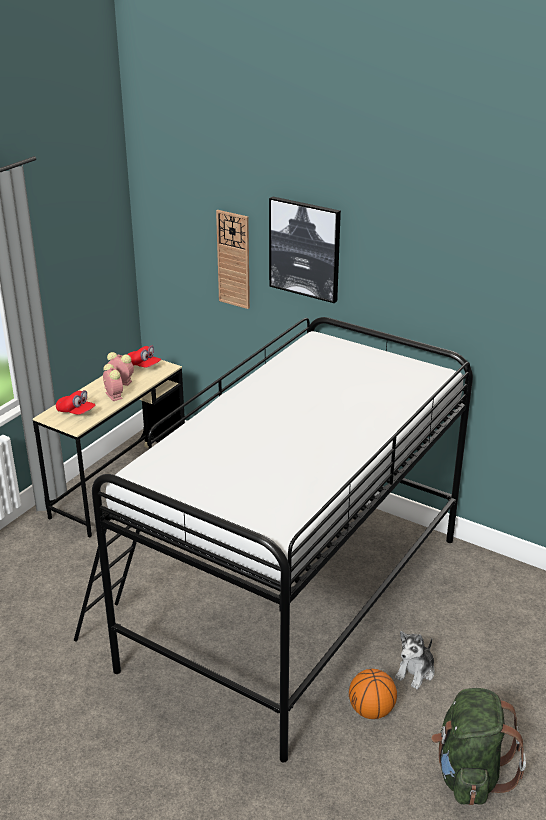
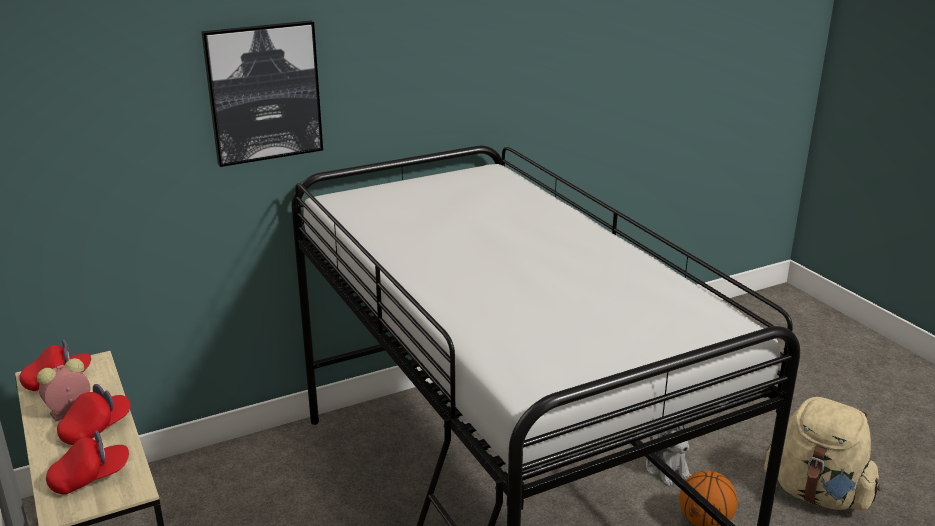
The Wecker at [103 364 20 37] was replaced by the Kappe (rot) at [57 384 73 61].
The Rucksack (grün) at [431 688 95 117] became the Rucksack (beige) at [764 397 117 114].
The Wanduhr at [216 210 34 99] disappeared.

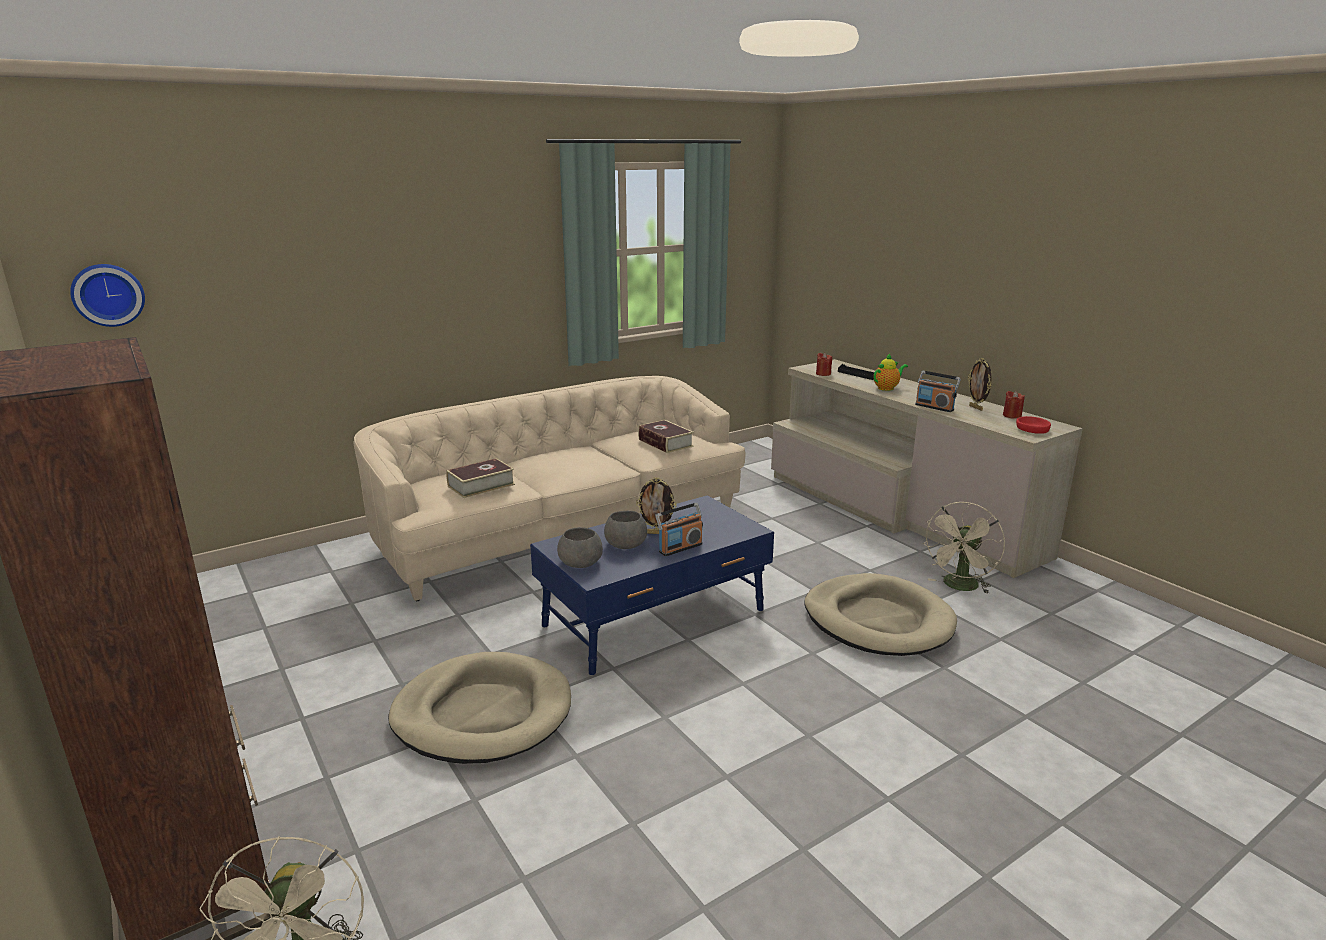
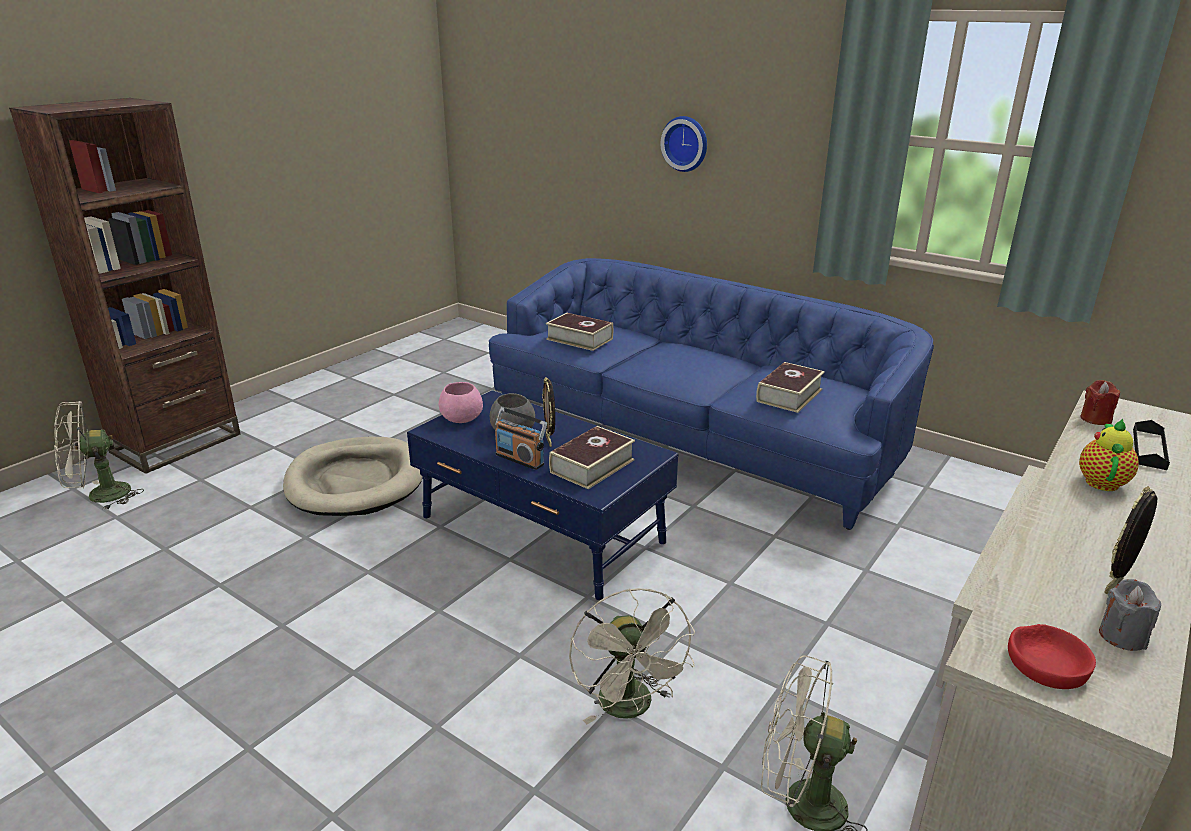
The Schüssel (grau) at [557 527 46 41] became the Schüssel (rosa) at [439 382 44 41].
The Sofa (beige) at [353 376 393 225] became the Sofa (blau) at [489 258 445 272].
The Buch at [549 426 86 63] appeared.
The Hundebett (beige) at [805 573 152 83] was replaced by the Ventilator (beige) at [569 588 126 136].
The Wanduhr moved from [70 264 75 63] to [661 116 46 56].
The Teekanne at [874 354 34 37] turned 105 degrees counterclockwise.
The Kerze (rot) at [1003 391 22 28] became the Kerze (grau) at [1099 579 62 72].
The Radio at [915 371 46 41] disappeared.

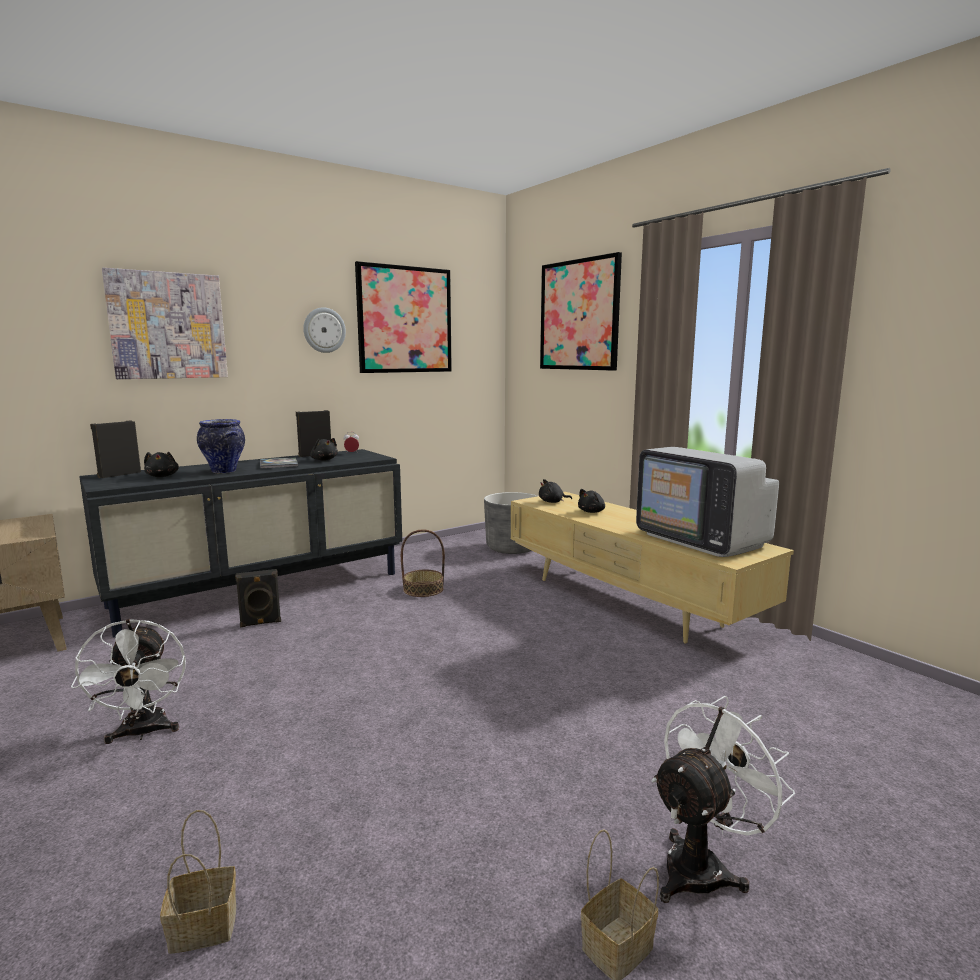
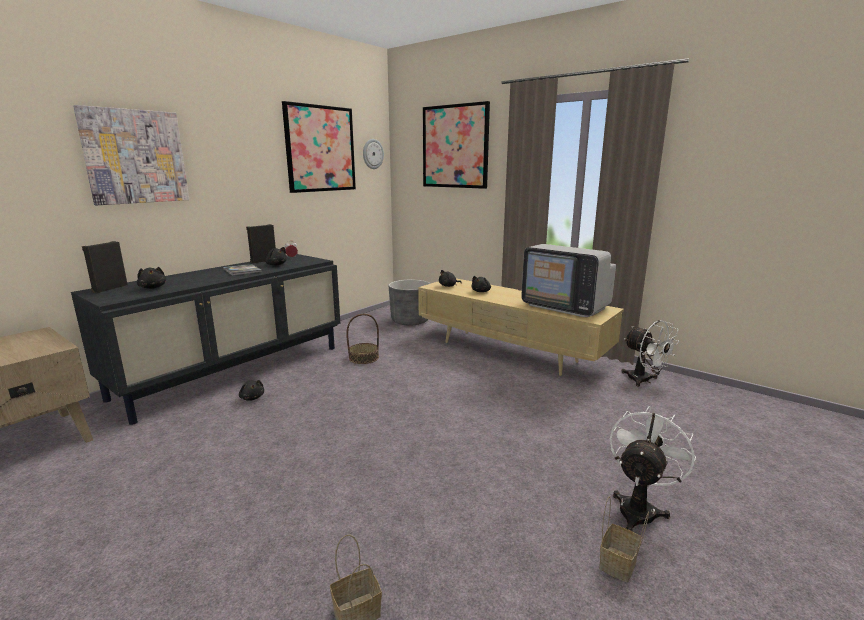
The Lautsprecher (schwarz) at [235 569 46 58] was replaced by the Plüschtier (schwarz) at [239 380 25 21].
The Wanduhr moved from [303 307 43 46] to [363 139 21 30].
The Ventilator (weiß) moved from [71 619 115 125] to [621 320 58 67].
The Vase at [197 419 48 54] disappeared.

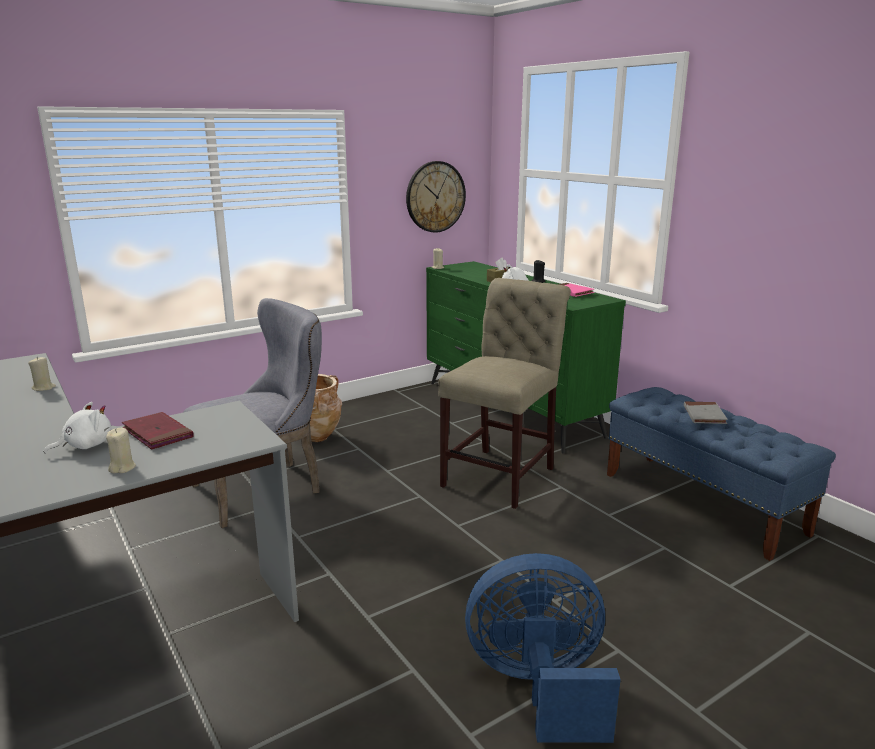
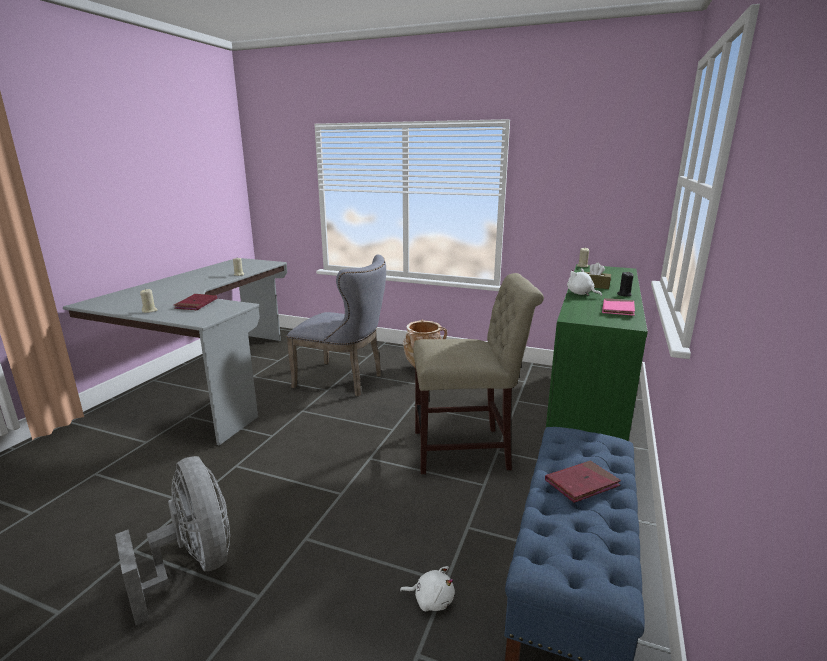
The Ventilator (blau) at [465 553 156 190] became the Ventilator (grau) at [115 456 115 169].
The Plüschtier (weiß) moved from [43 402 68 52] to [400 566 55 46].
The Buch (grau) at [684 402 44 22] became the Buch (rot) at [545 461 76 42].
The Wanduhr at [406 161 60 71] disappeared.

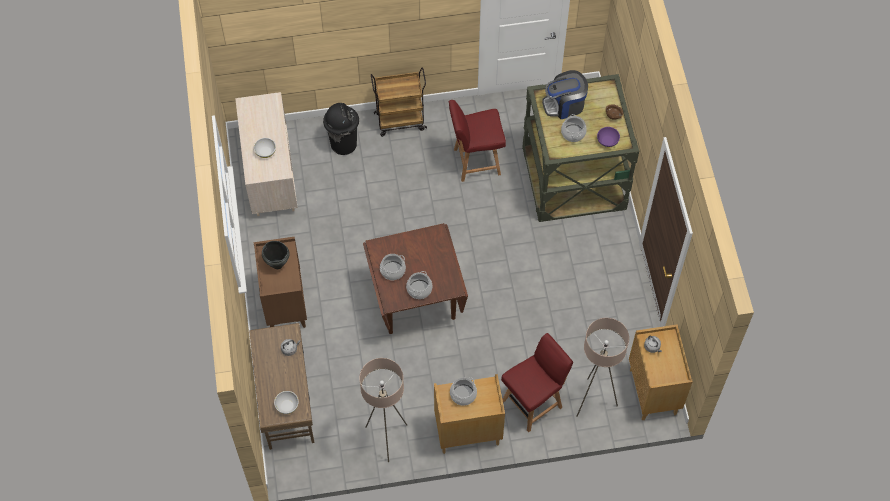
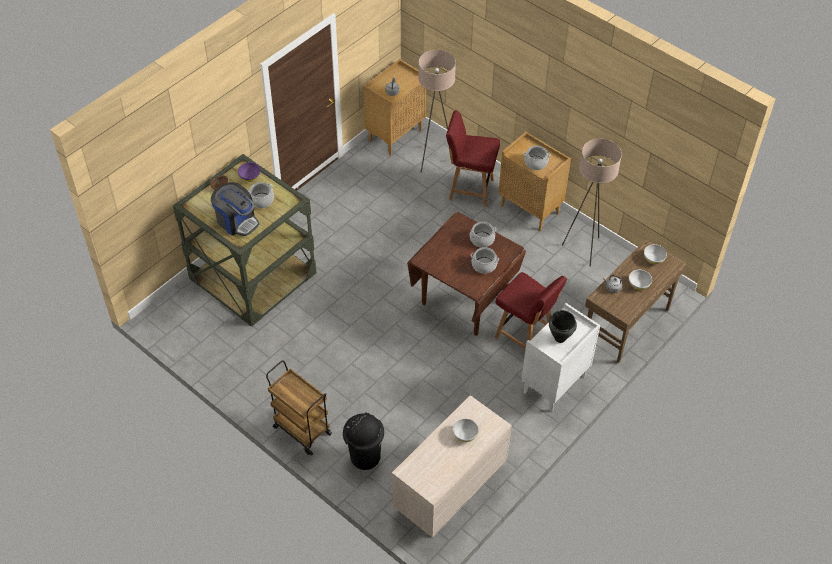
The Stuhl (rot) moved from [449 100 57 82] to [494 272 73 77].
The Schrank (braun) at [253 237 54 91] became the Schrank (weiß) at [521 303 79 109].
The Schüssel (weiß) at [629 270 23 20] appeared.

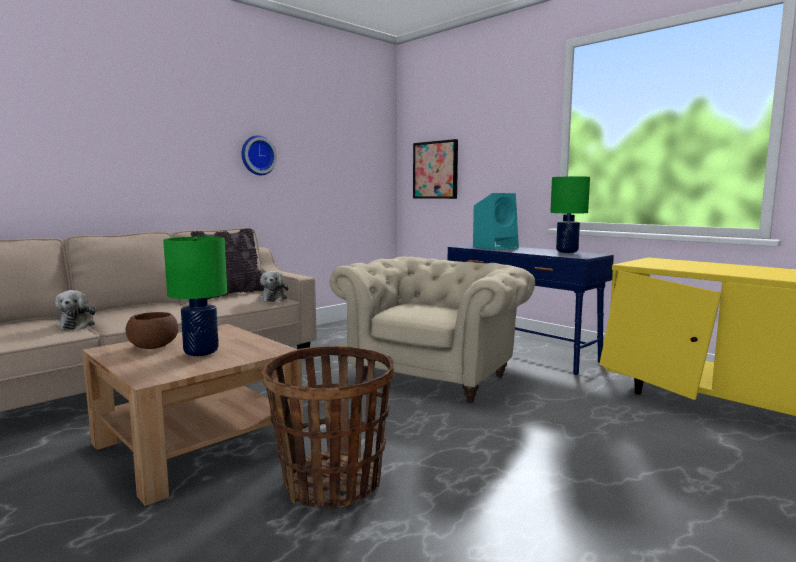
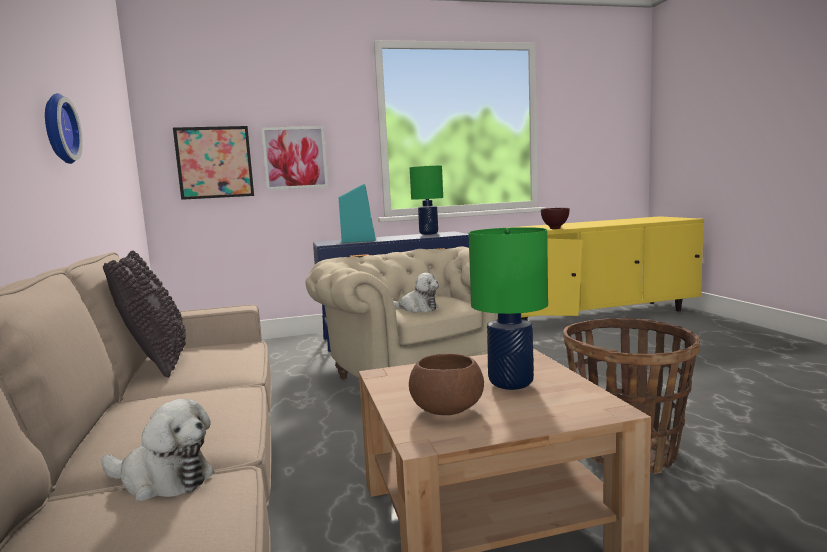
The Bild at [261 126 67 64] appeared.
The Plüschtier moved from [259 271 30 31] to [393 273 46 40].
The Schüssel (braun) at [541 208 28 21] appeared.

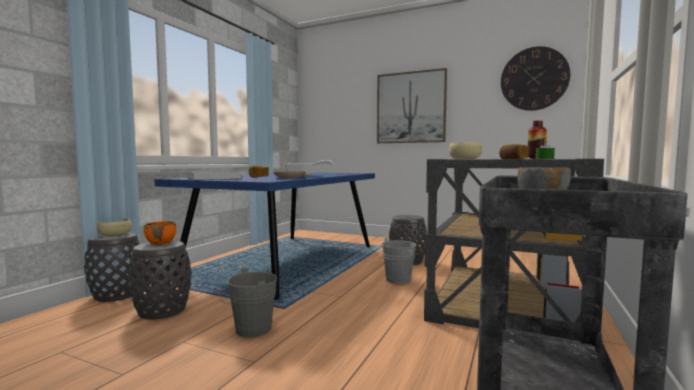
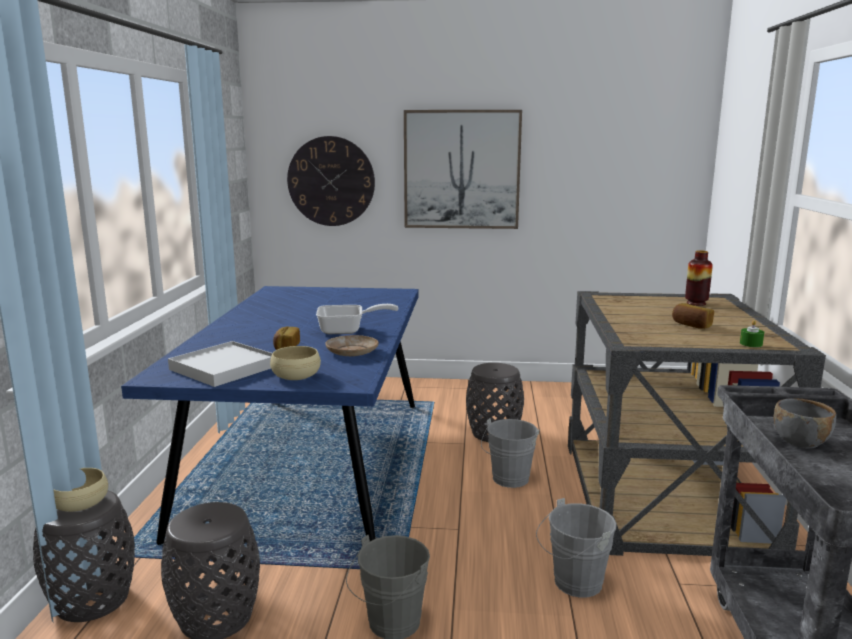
The Schüssel (beige) moved from [449 142 33 17] to [270 346 51 34].
The Wanduhr moved from [501 46 69 65] to [287 136 88 90].
The Eimer (grau) at [536 498 81 100] appeared.
The Schüssel (orange) at [144 221 33 24] disappeared.

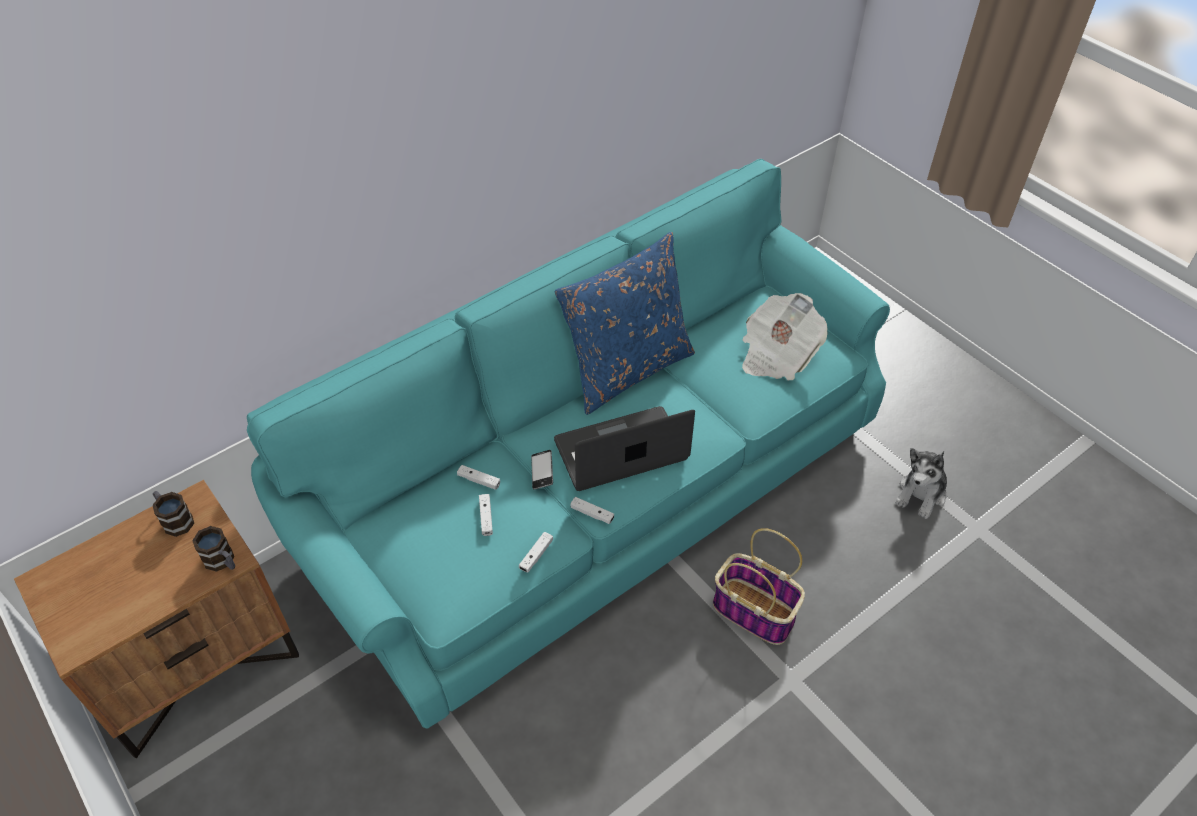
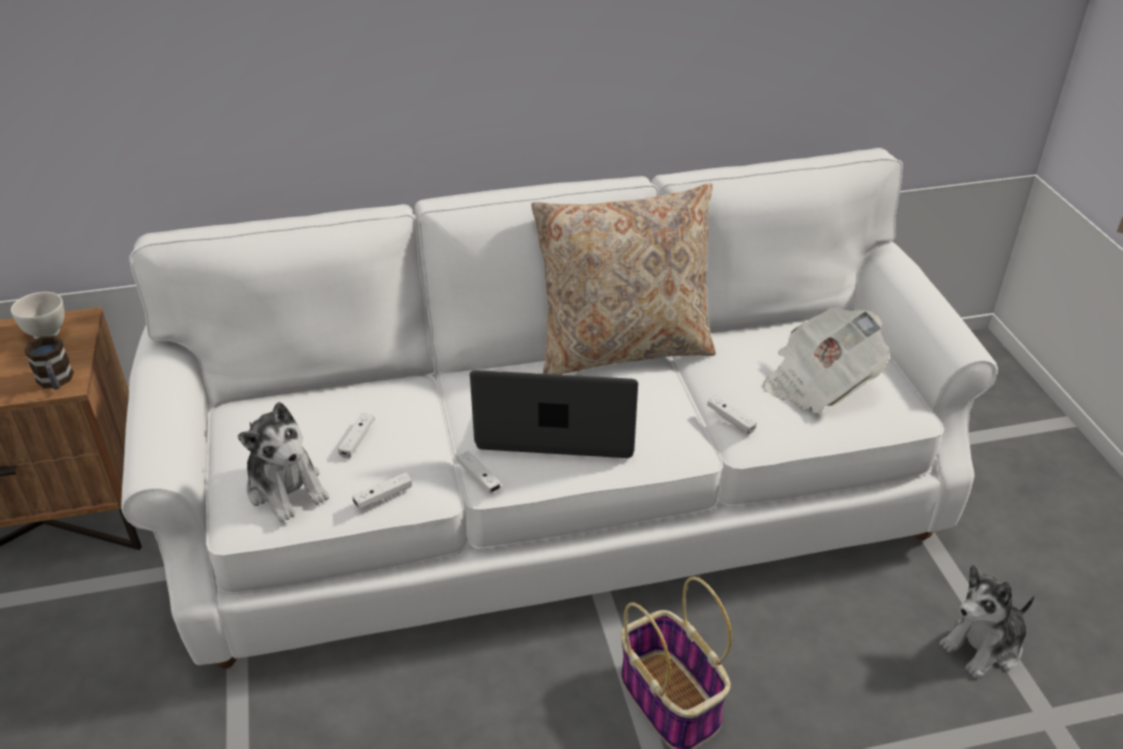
The Henkelbecher at [153 491 41 46] was replaced by the Schüssel (weiß) at [11 292 53 47].
The Sofa (türkis) at [247 159 643 570] became the Sofa (weiß) at [121 148 877 521].
The Plüschtier at [238 402 91 121] appeared.
The Kissen (blau) at [555 232 140 183] became the Kissen (beige) at [531 183 185 192].
The Gamepad (weiß) moved from [457 465 43 25] to [707 396 50 39].
The Handy at [531 450 22 40] disappeared.

